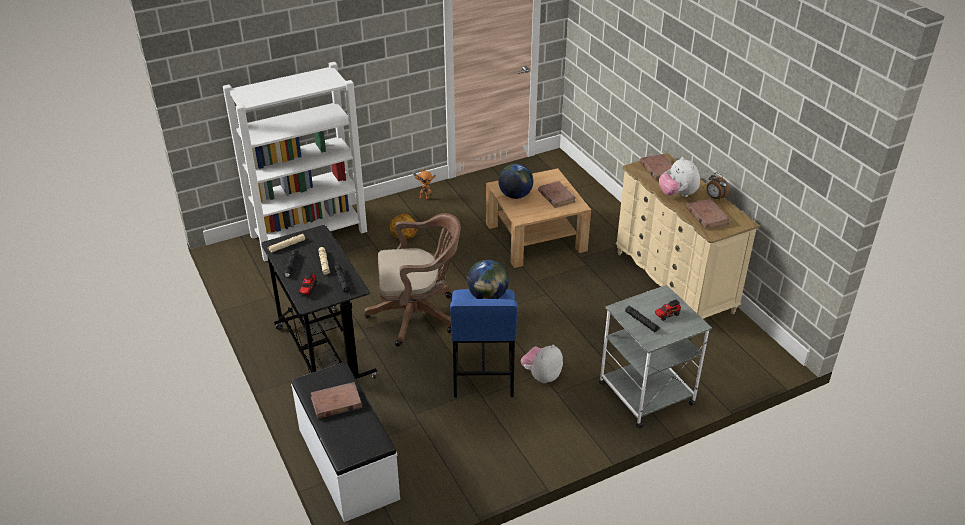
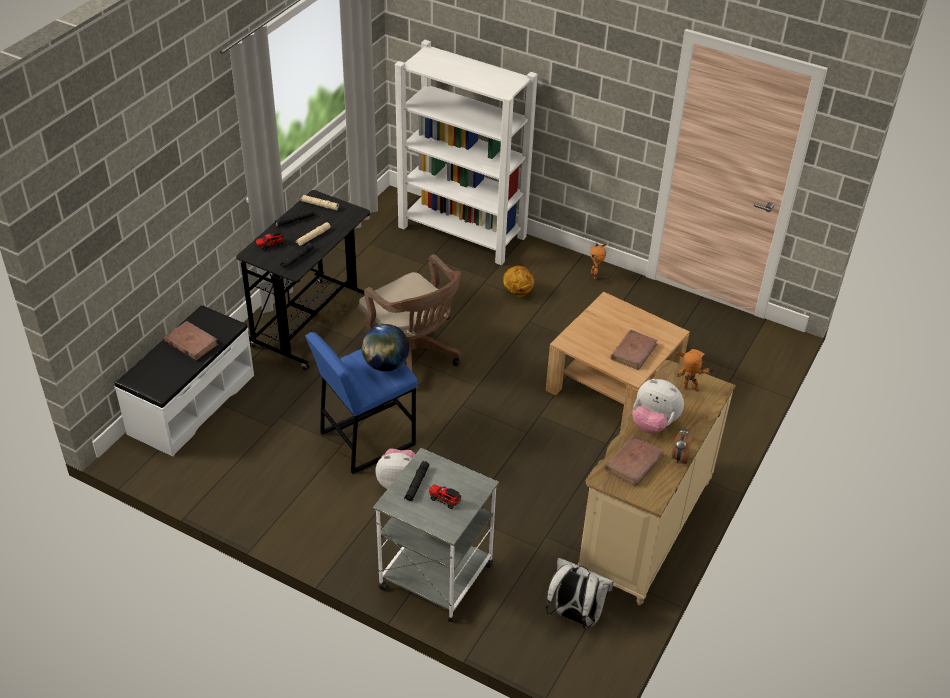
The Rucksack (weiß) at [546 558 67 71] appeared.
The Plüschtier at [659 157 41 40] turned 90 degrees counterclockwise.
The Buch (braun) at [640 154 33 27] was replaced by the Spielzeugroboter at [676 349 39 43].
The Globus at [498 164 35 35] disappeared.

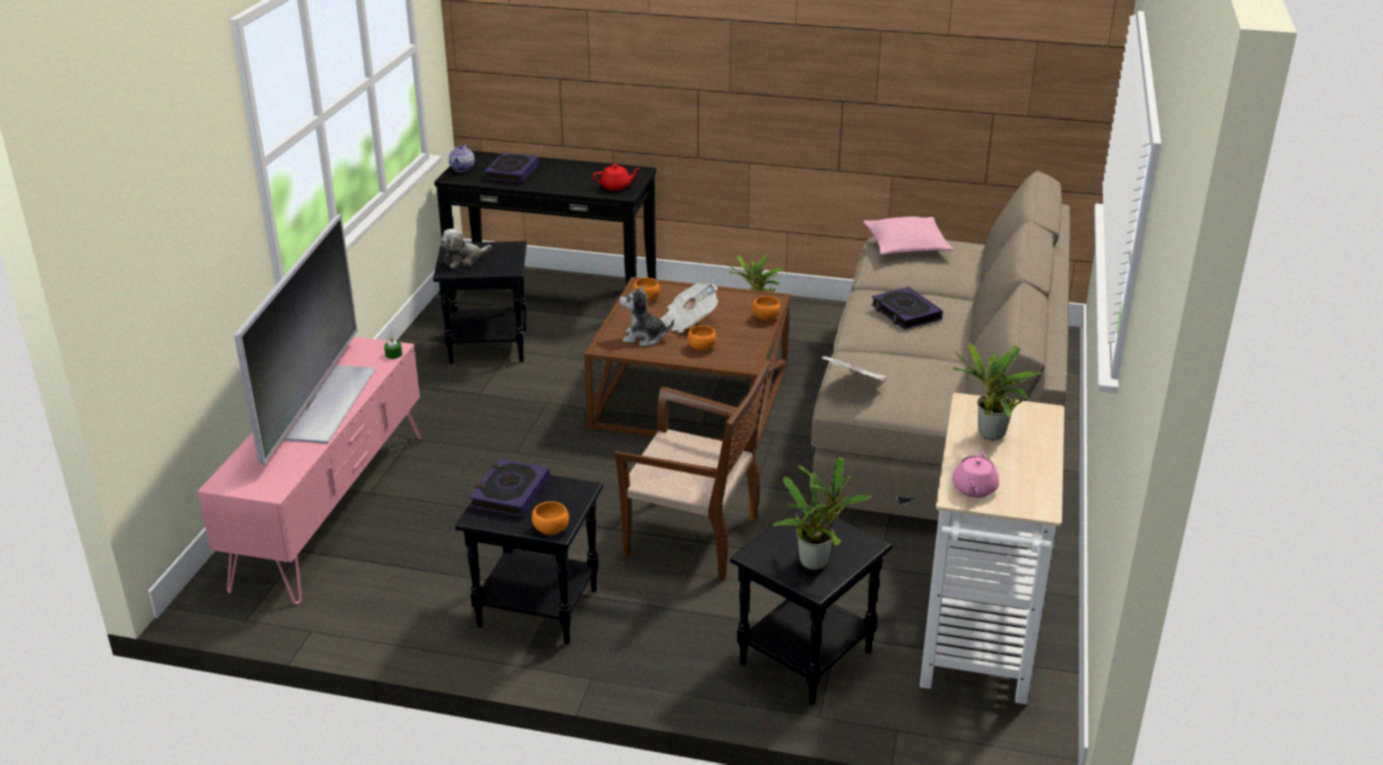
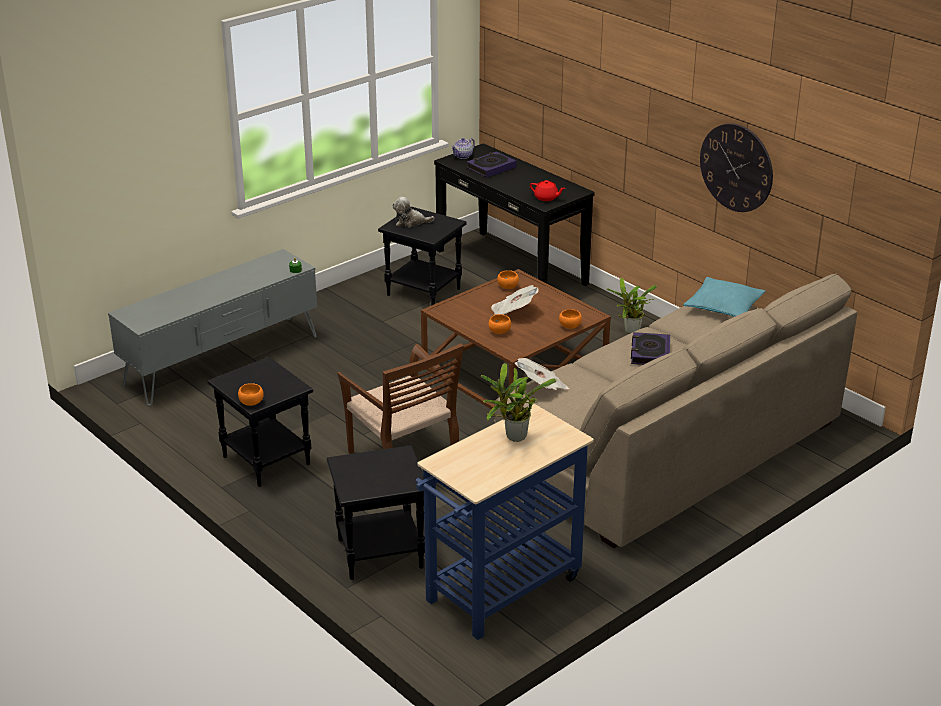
The Fernsehschrank (rosa) at [197 337 225 268] became the Fernsehschrank (grau) at [108 249 209 157].
The Rollwagen (weiß) at [920 393 144 311] became the Rollwagen (blau) at [415 404 179 236].
The Kissen (rosa) at [863 216 91 39] became the Kissen (türkis) at [683 277 82 40].
The Wanduhr at [700 123 73 89] appeared.
The Fernseher at [234 214 142 251] disappeared.
The Buch at [470 459 80 58] disappeared.
The Plüschtier at [619 285 55 61] disappeared.
The Topfpflanze at [773 457 98 113] disappeared.
The Teekanne (rosa) at [952 451 47 47] disappeared.

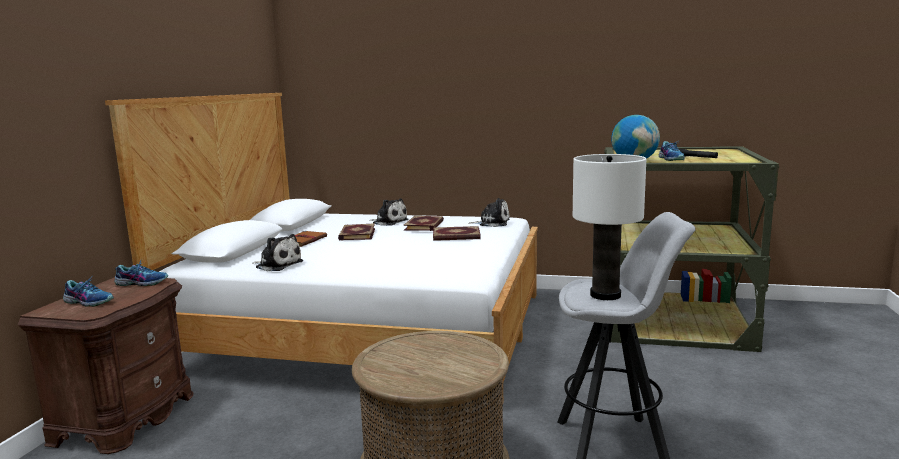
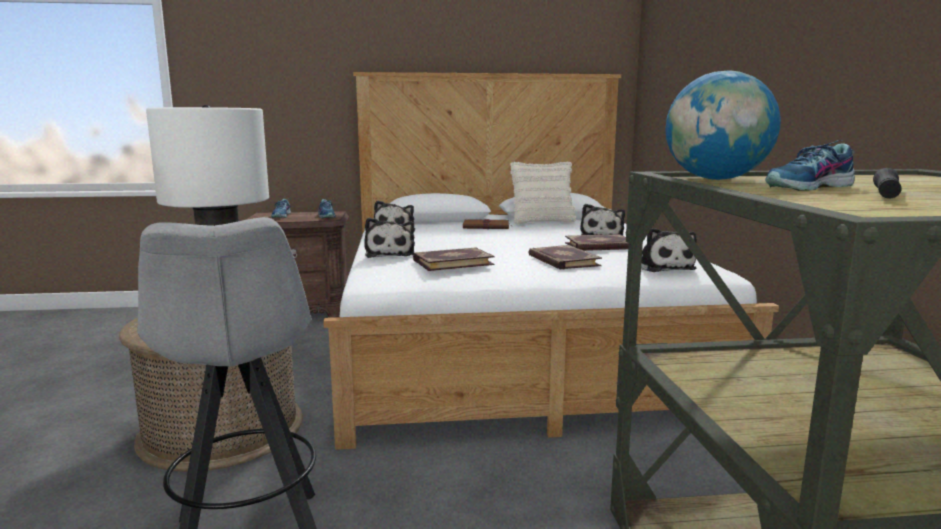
The Plüschtier at [364 217 51 41] appeared.
The Buch moved from [338 223 37 18] to [413 247 82 24].
The Kissen (beige) at [510 162 67 63] appeared.

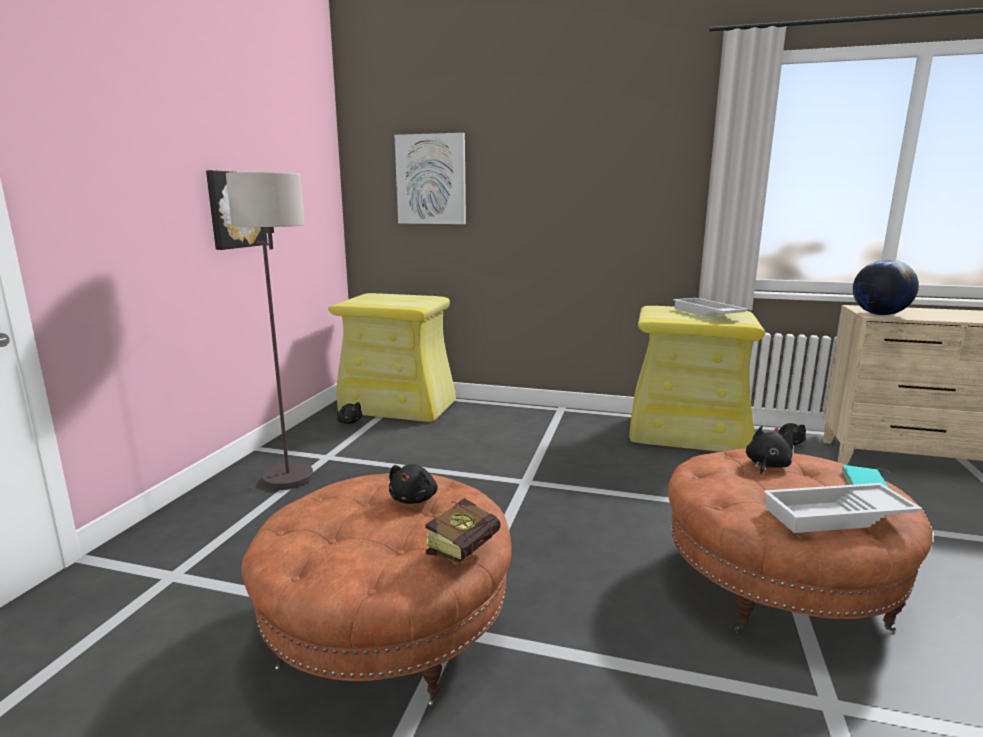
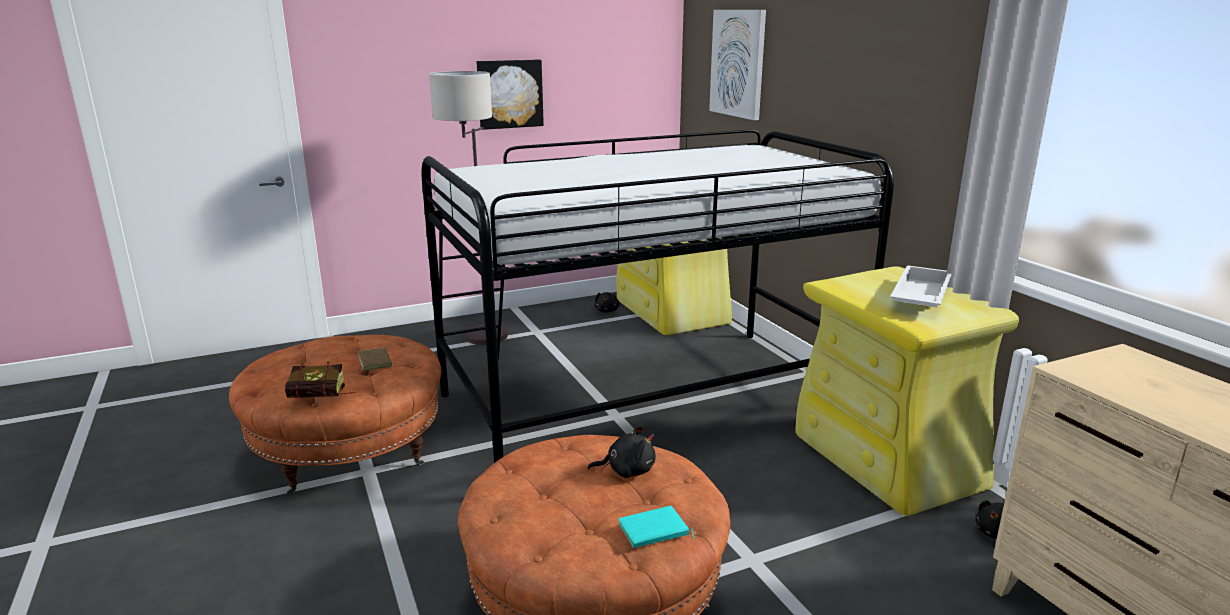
The Plüschtier (schwarz) at [389 464 49 40] was replaced by the Buch (braun) at [358 346 36 25].
The Bett (schwarz) at [422 130 472 333] appeared.
The Tablett (weiß) at [763 483 160 50] disappeared.
The Globus at [853 259 66 56] disappeared.

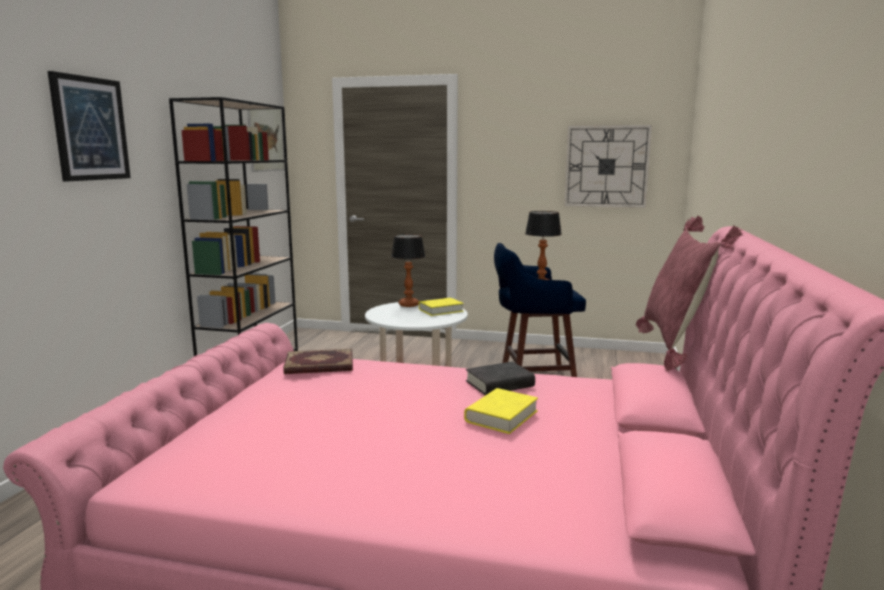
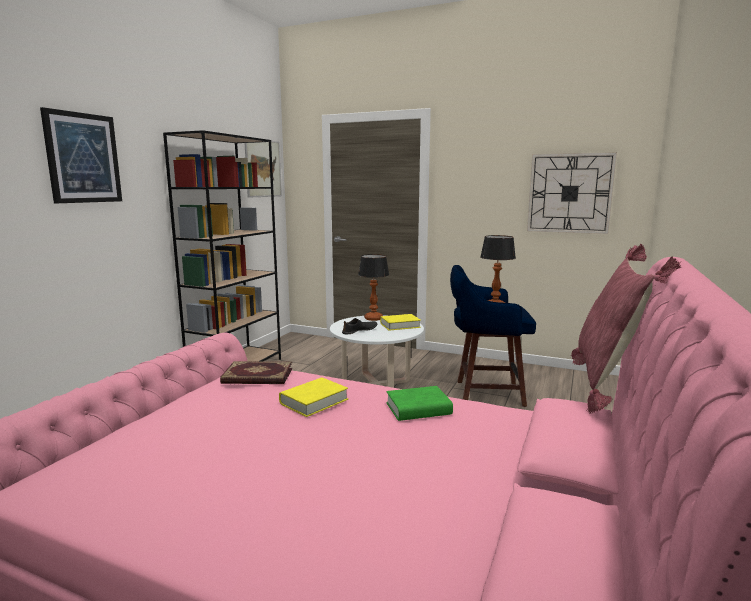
The Buch (gelb) moved from [464 388 74 46] to [279 377 69 40].
The Schuh (schwarz) at [342 318 35 16] appeared.
The Buch (schwarz) at [466 361 69 34] became the Buch (grün) at [386 386 67 35].

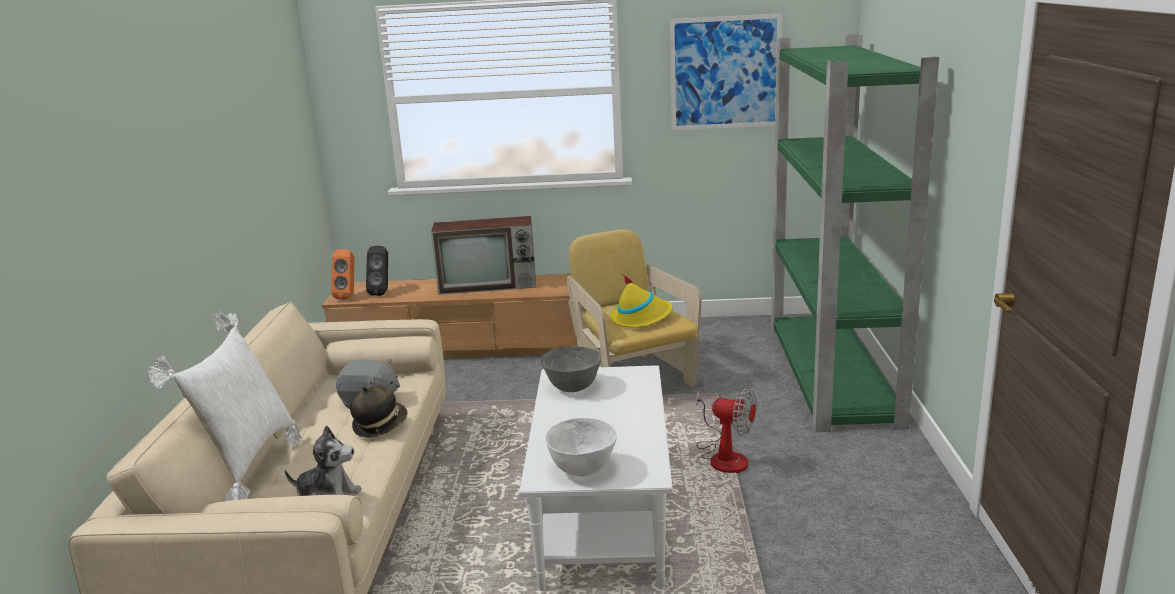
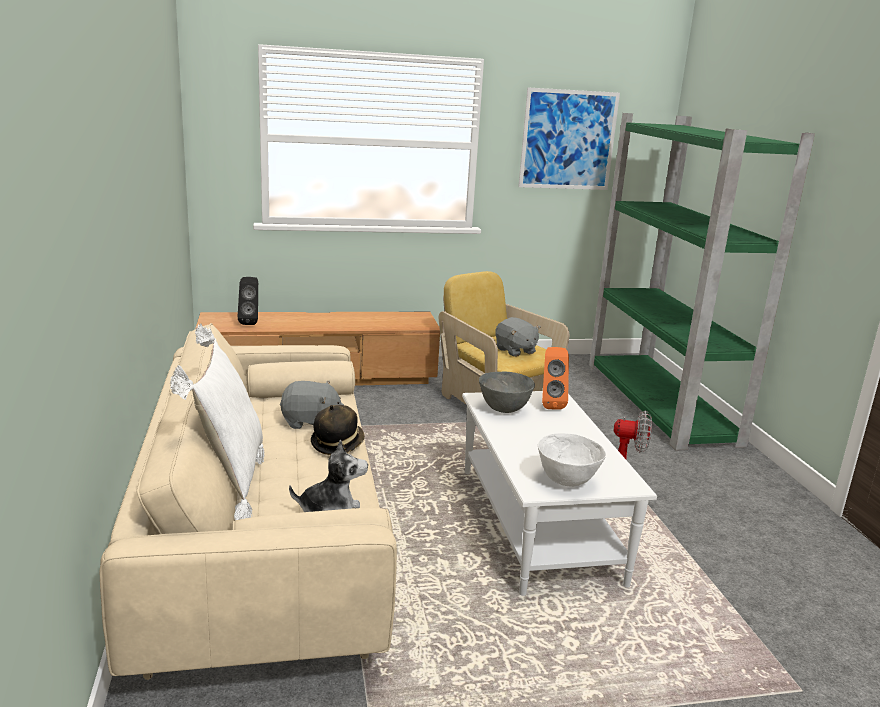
The Hut (gelb) at [610 273 63 55] was replaced by the Plüschtier (grau) at [495 317 46 40].
The Lautsprecher (orange) moved from [331 249 23 51] to [542 347 27 63].
The Fernseher at [431 216 105 79] disappeared.

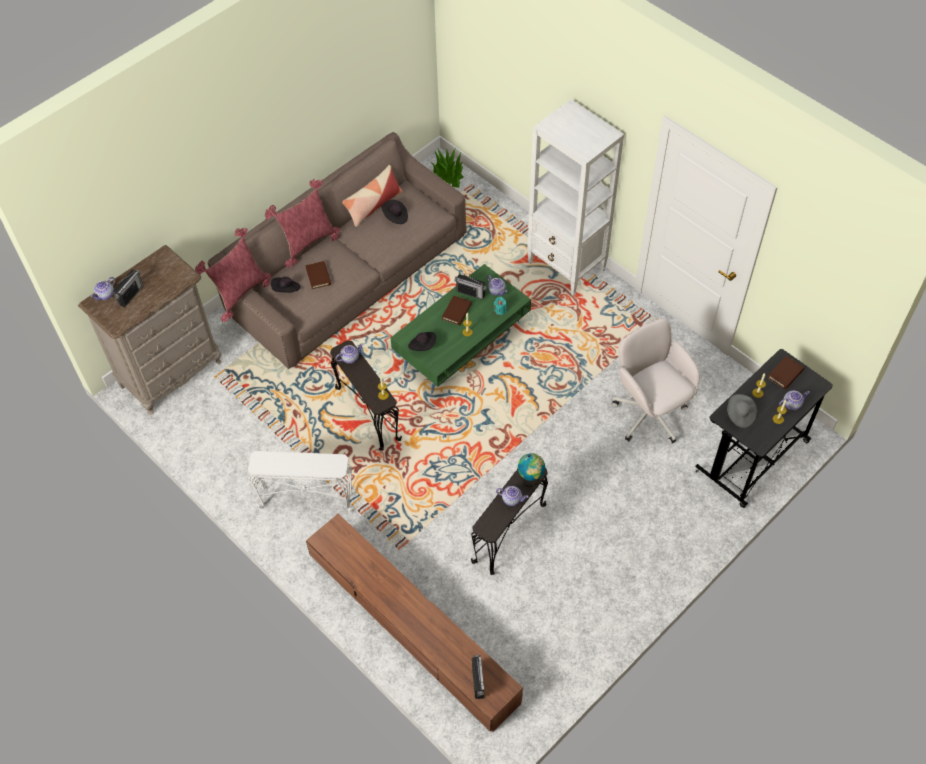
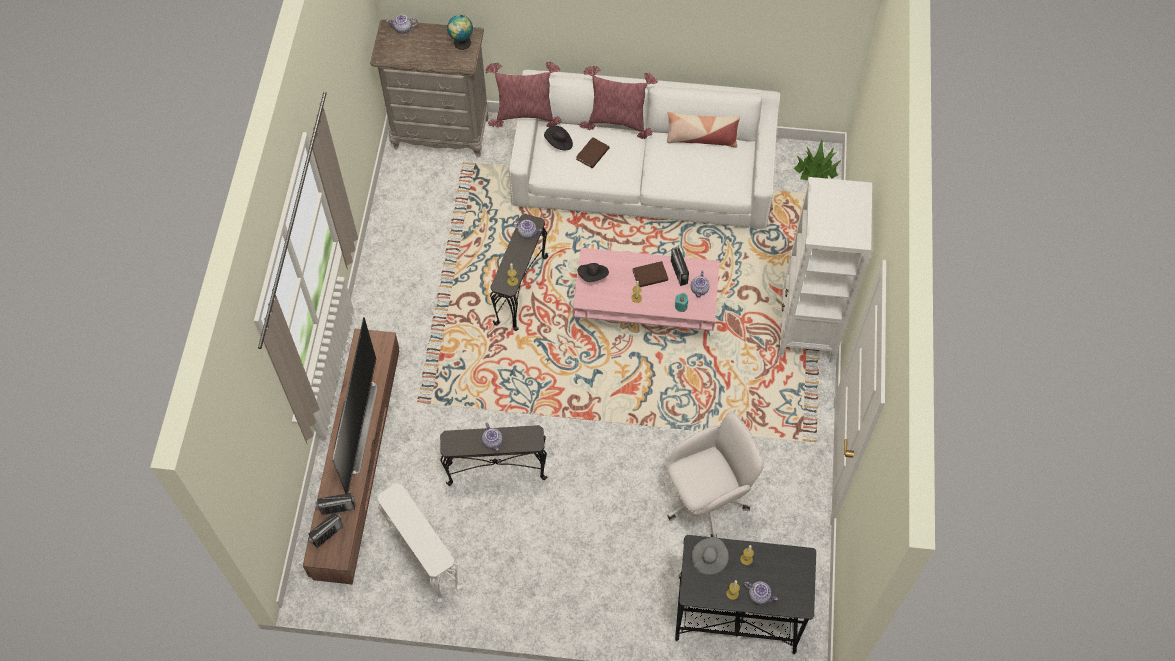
The Radio moved from [113 270 31 37] to [315 493 40 22].
The Fernseher at [332 317 46 177] appeared.
The Beistelltisch (weiß) moved from [248 451 108 61] to [377 483 85 120].
The Globus moved from [518 453 27 34] to [447 15 26 35].
The Sofa (braun) at [208 132 259 237] became the Sofa (weiß) at [509 70 271 159].
The Couchtisch (grün) at [391 264 140 132] became the Couchtisch (rosa) at [573 248 147 88].
The Bürostuhl (weiß) at [612 318 87 126] turned 45 degrees clockwise.
The Hut (schwarz) at [382 200 26 24] disappeared.
The Buch (braun) at [768 356 36 33] disappeared.

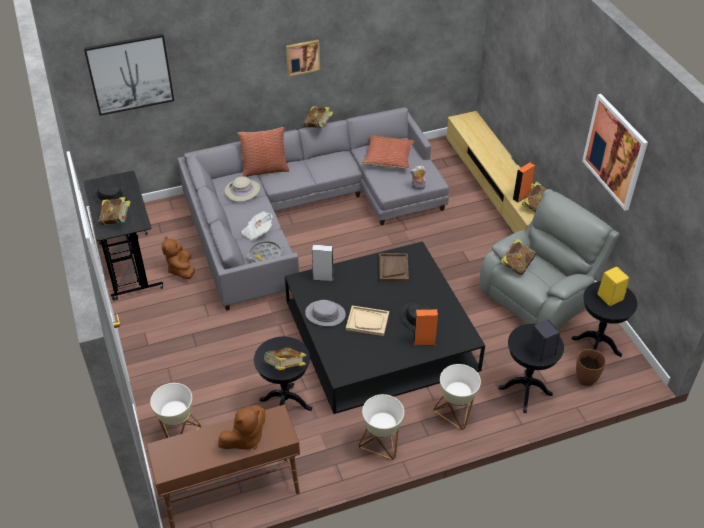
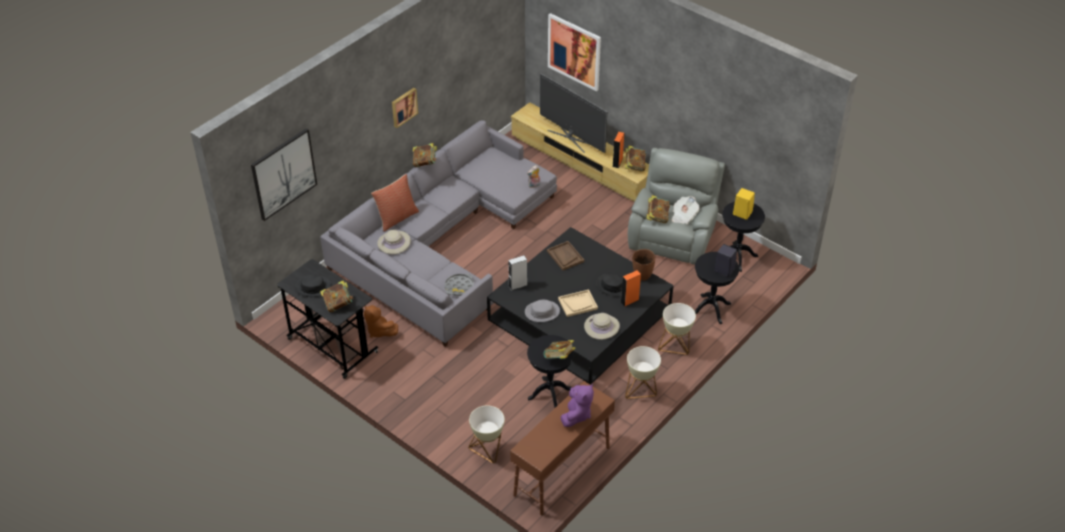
The Fernseher at [540 73 67 80] appeared.
The Bild moved from [582 94 66 117] to [548 13 53 78].
The Plüschtier (braun) at [218 405 48 45] became the Plüschtier (lila) at [560 383 34 44].
The Hut (beige) at [584 313 36 27] appeared.
The Vase (braun) moved from [576 349 30 37] to [632 249 24 32].
The Zeitung moved from [241 211 32 30] to [672 196 28 28].
The Kissen at [362 135 52 34] disappeared.

